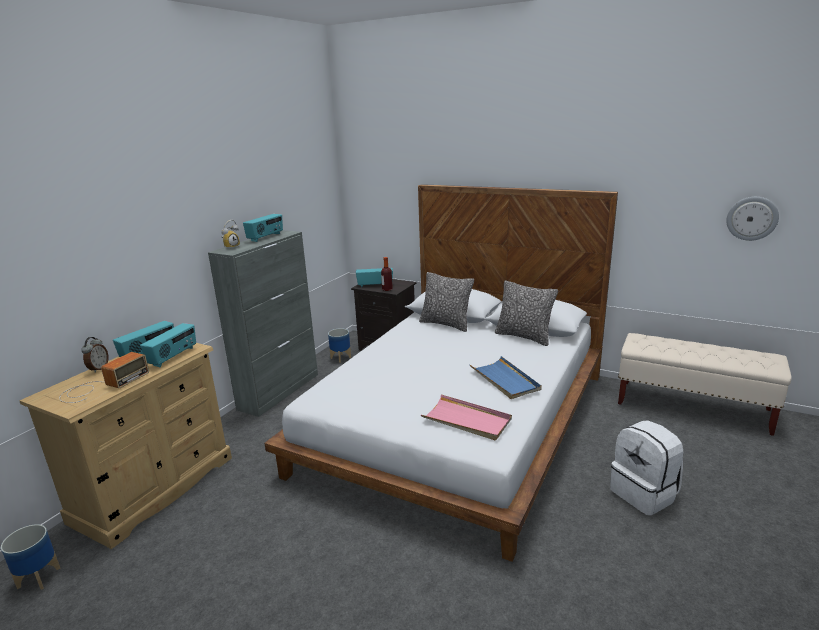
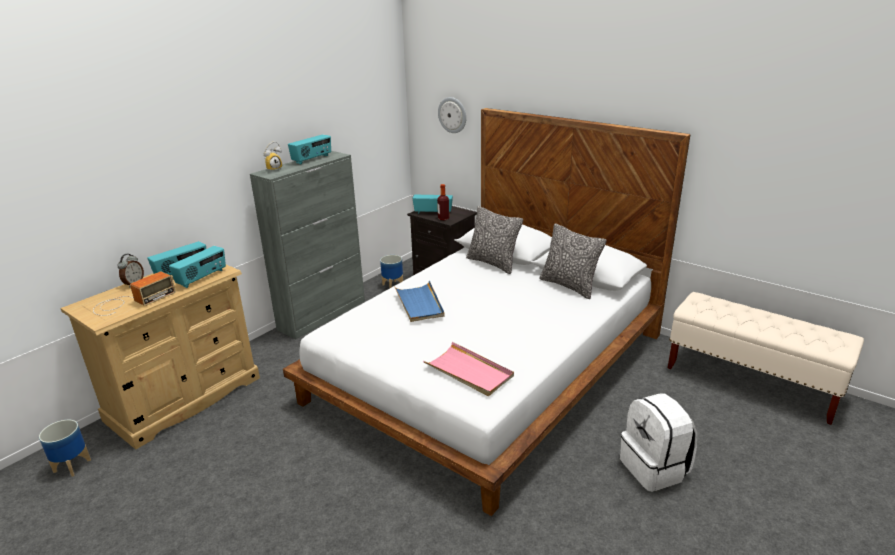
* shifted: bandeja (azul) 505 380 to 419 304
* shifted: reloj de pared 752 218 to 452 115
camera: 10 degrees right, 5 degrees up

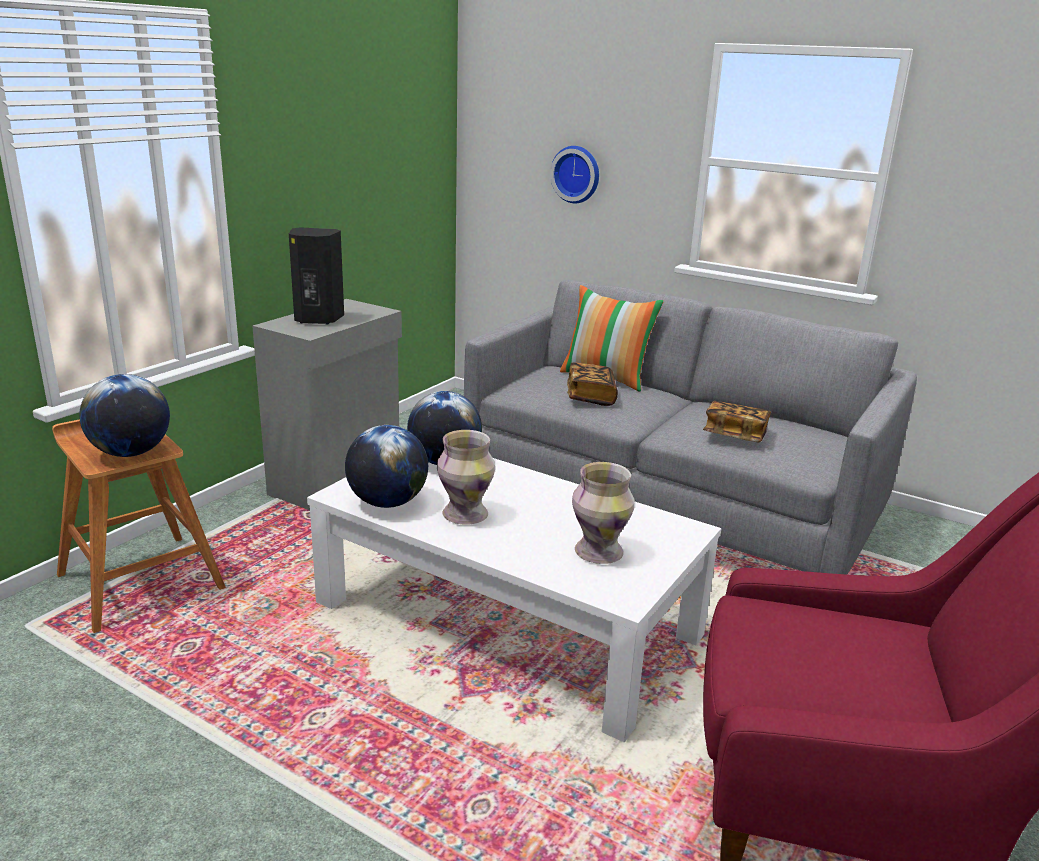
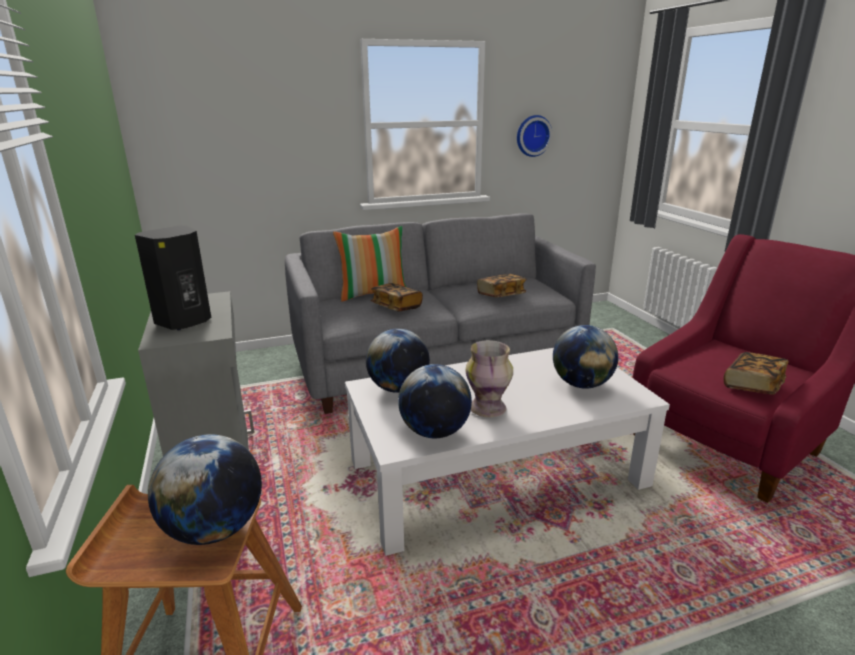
* shifted: reloj de pared 576 174 to 532 135
* swapped: florero 600 553 to globo terráqueo 581 384
* new: libro 752 385
camera: 50 degrees left, 0 degrees up

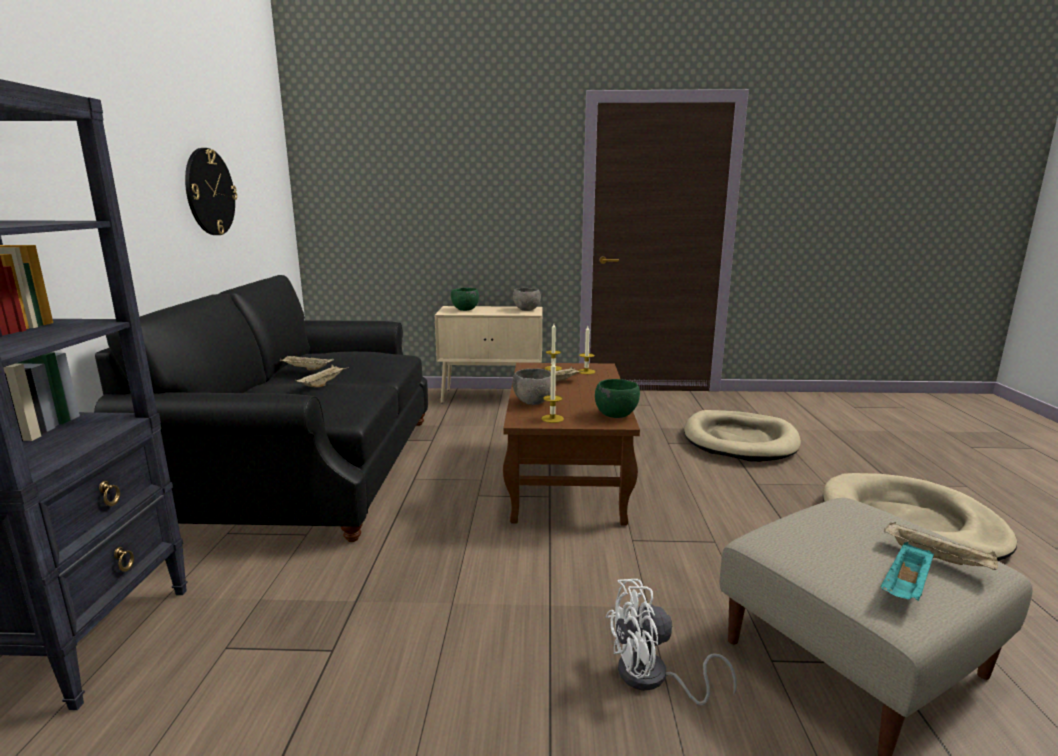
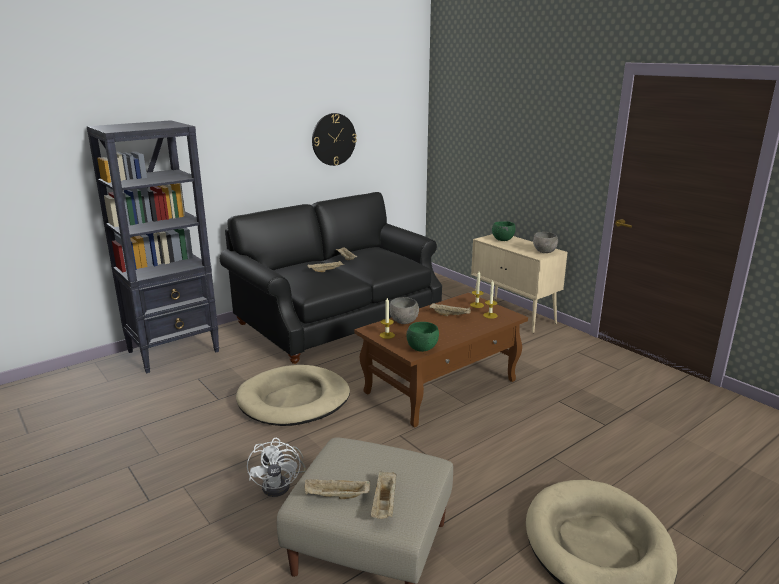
* rotated: ventilador (blanco) 652 679 = 281 484 135 degrees counterclockwise
* shifted: cama para perro (beis) 740 440 to 294 400
* repainted: bandeja (turquesa) 906 587 to bandeja (beis) 336 496
camera: 50 degrees right, 5 degrees up

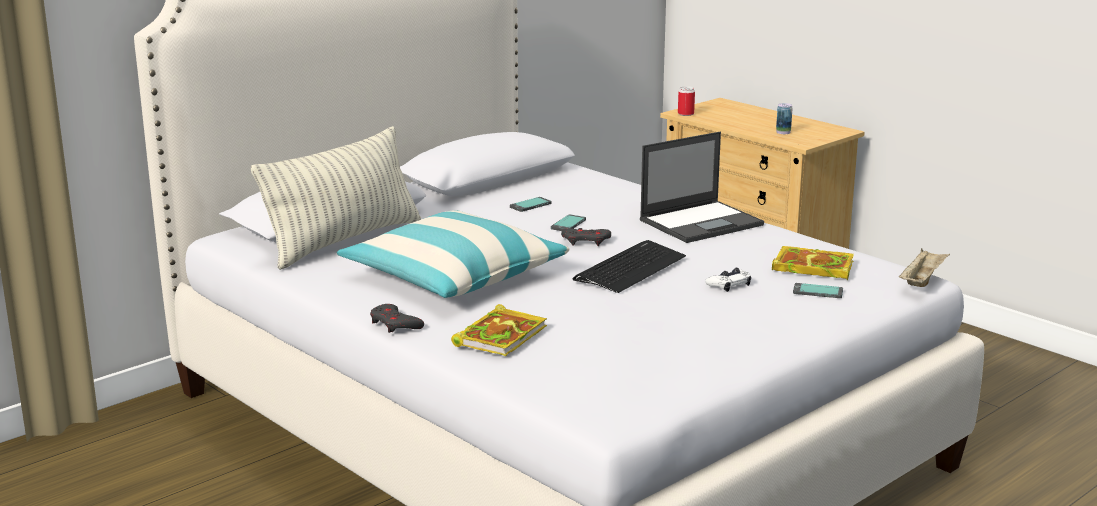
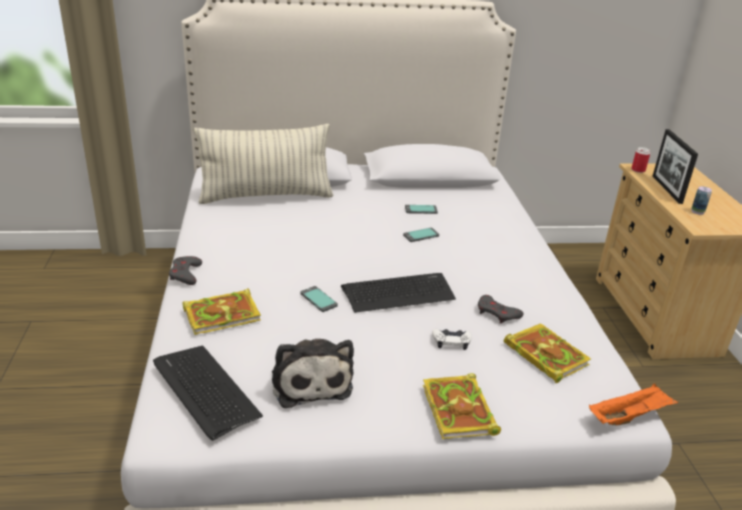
* gone: cojín 454 276
* shifted: mando de consola (gris) 586 241 to 497 313
* gone: portátil 702 222
* shifted: móvil 817 292 to 318 300
* repainted: bandeja (beis) 922 280 to bandeja (naranja) 629 416
* new: teclado 205 390
* new: peluche 310 381
* new: libro 460 411
* new: portarretratos 667 189
camera: 35 degrees right, 10 degrees up

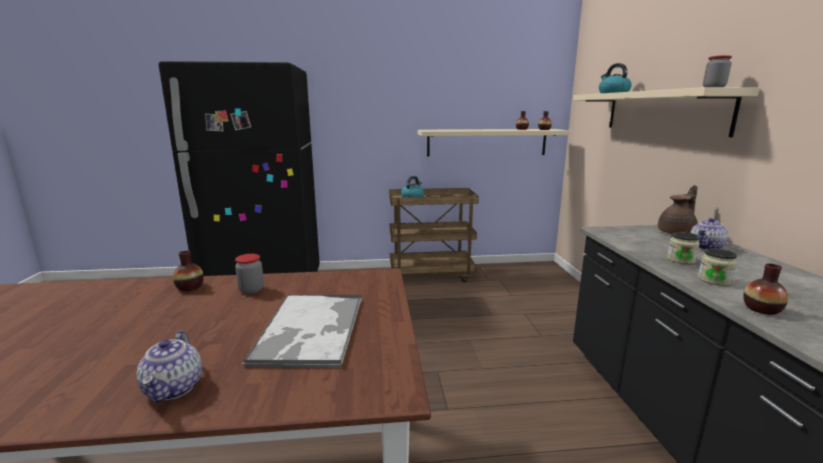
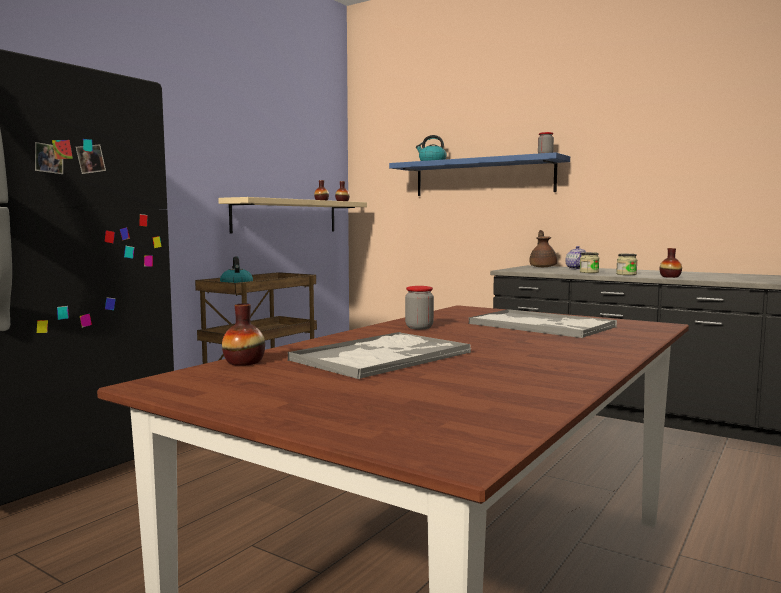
* gone: tetera 174 388
* shifted: florero 190 287 to 244 362
* repainted: estante (beis) 662 112 to estante (azul) 483 177
* new: bandeja 383 356
camera: 50 degrees left, 10 degrees down

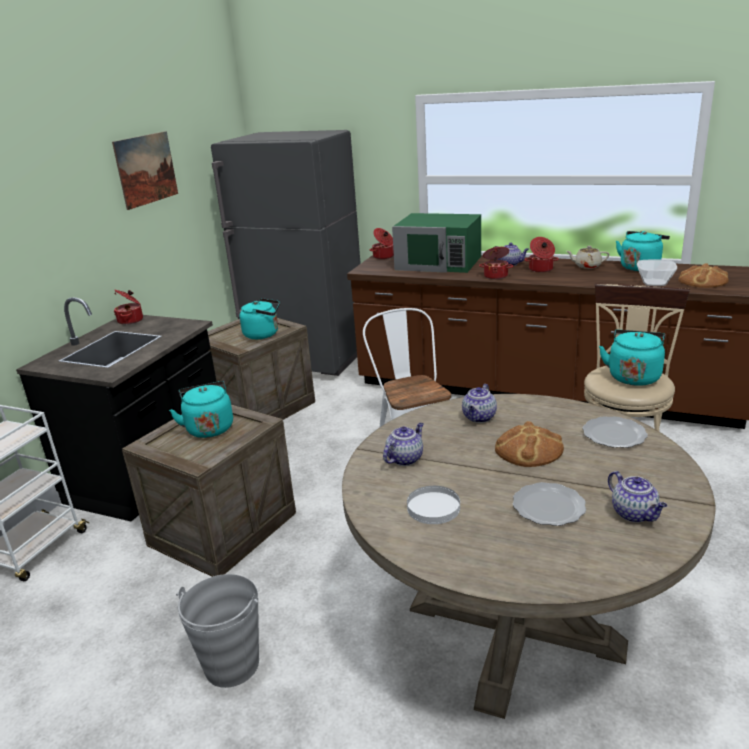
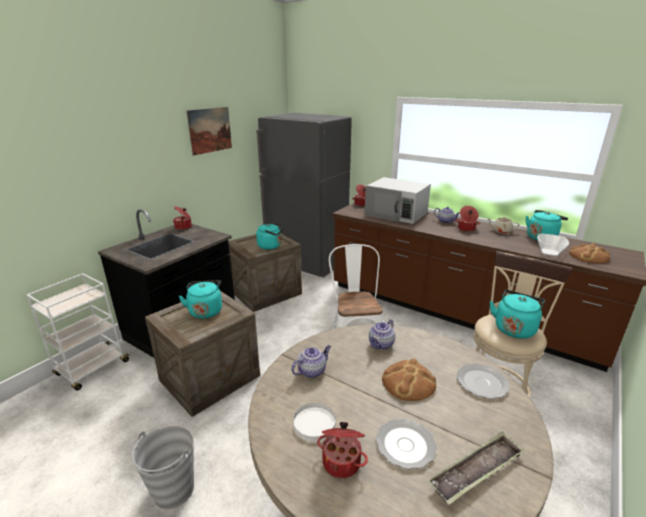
* repainted: microondas (verde) 439 263 to microondas (blanco) 396 213
* shifted: olla 496 276 to 342 461
* swapped: tetera 635 514 to bandeja 476 471
camera: 10 degrees right, 0 degrees up

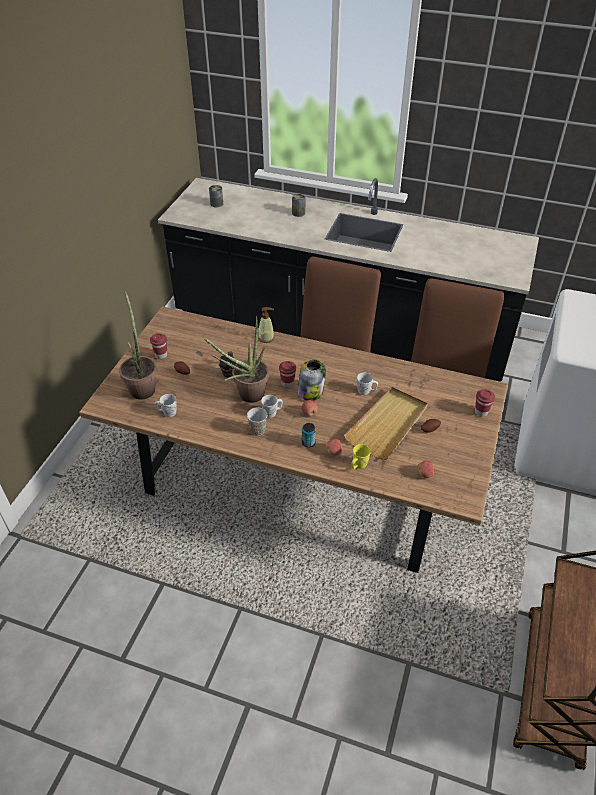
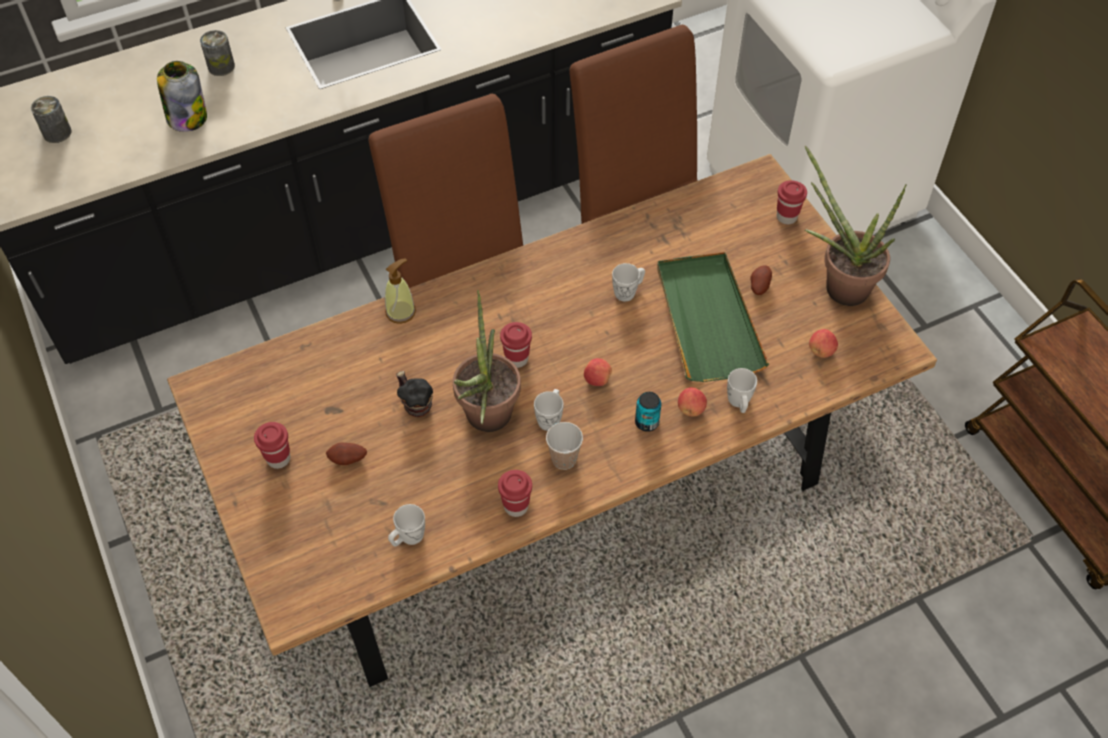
* shifted: planta en maceta 142 386 to 838 284
* shifted: tarro 311 392 to 187 117
* repainted: bandeja (beis) 387 425 to bandeja (verde) 707 319
* repainted: taza grande (amarillo) 358 465 to taza grande (blanco) 739 403
* new: taza (rojo) 516 506
camera: 45 degrees left, 10 degrees up

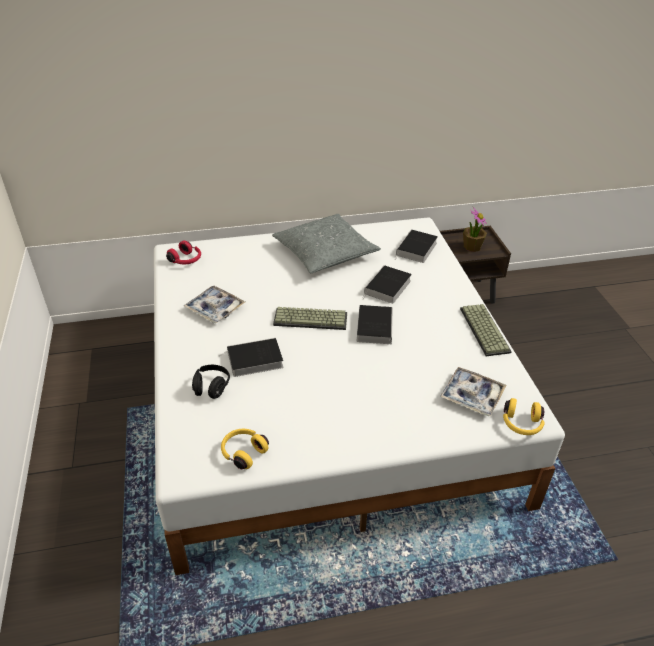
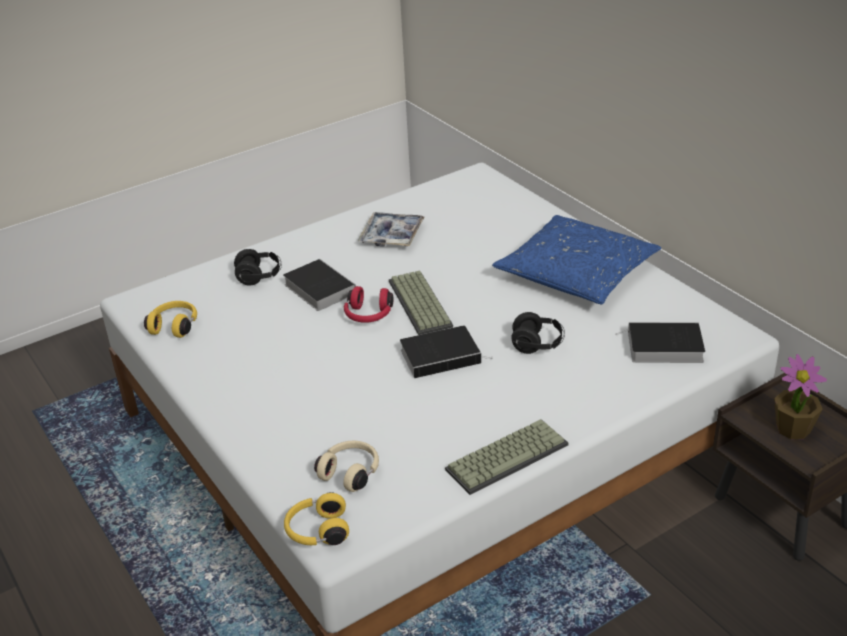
* shifted: auriculares (rojo) 186 260 to 368 315
* repainted: cojín (gris) 325 252 to cojín (azul) 576 273
* swapped: libro 387 288 to auriculares (negro) 537 345
* swapped: bandeja 472 396 to auriculares (beis) 351 472
camera: 70 degrees right, 5 degrees down

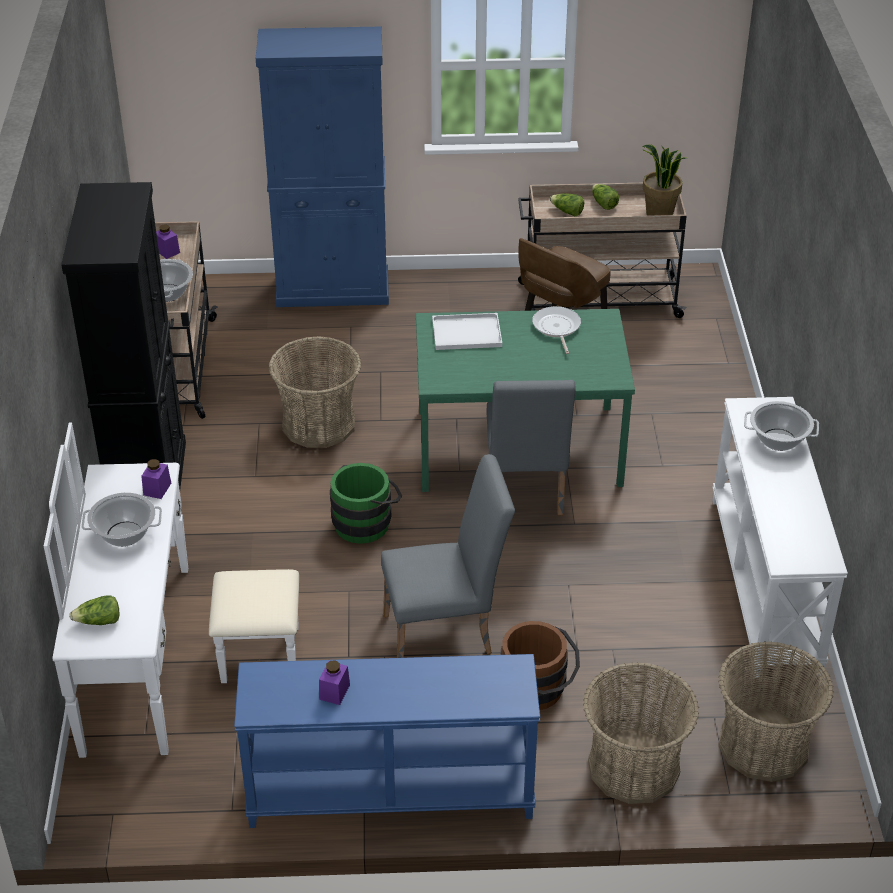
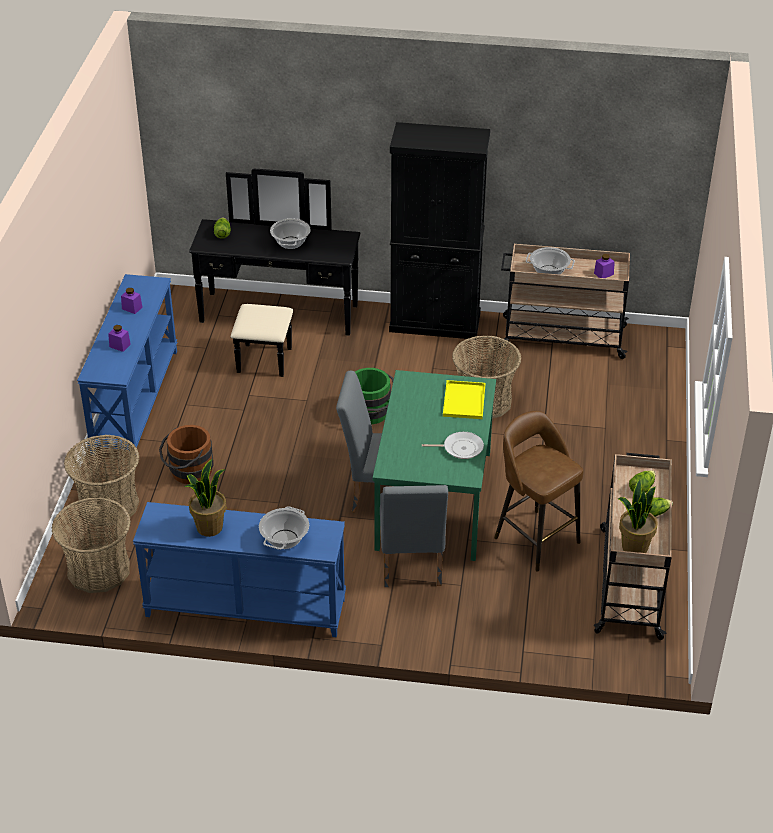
* repainted: cómoda (blanco) 165 655 to cómoda (negro) 276 324
* shifted: tarro (morado) 157 489 to 120 345
* gone: armario (azul) 333 289
* shifted: silla (gris) 446 632 to 410 566
* repainted: bandeja (blanco) 468 332 to bandeja (amarillo) 464 401
* repainted: mesa consola (blanco) 766 583 to mesa consola (azul) 244 608
* new: planta en maceta 209 527
camera: 100 degrees right, 0 degrees up

